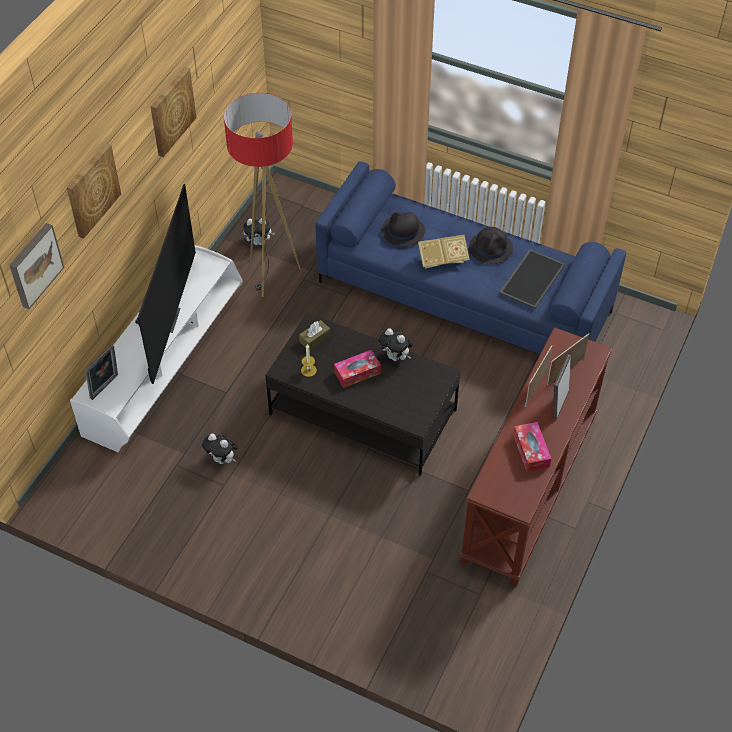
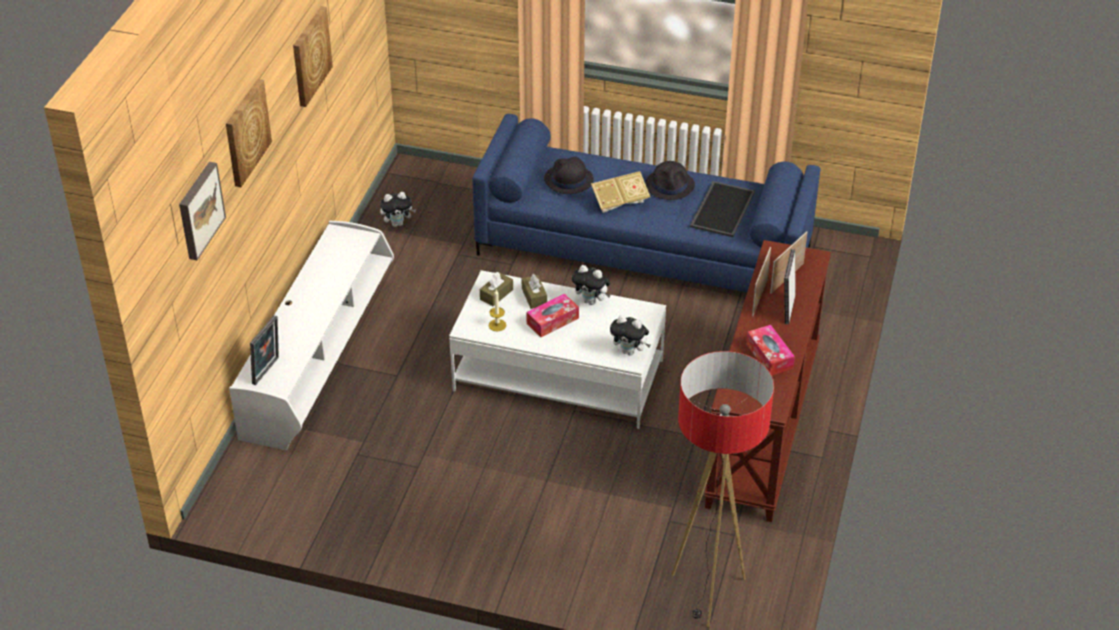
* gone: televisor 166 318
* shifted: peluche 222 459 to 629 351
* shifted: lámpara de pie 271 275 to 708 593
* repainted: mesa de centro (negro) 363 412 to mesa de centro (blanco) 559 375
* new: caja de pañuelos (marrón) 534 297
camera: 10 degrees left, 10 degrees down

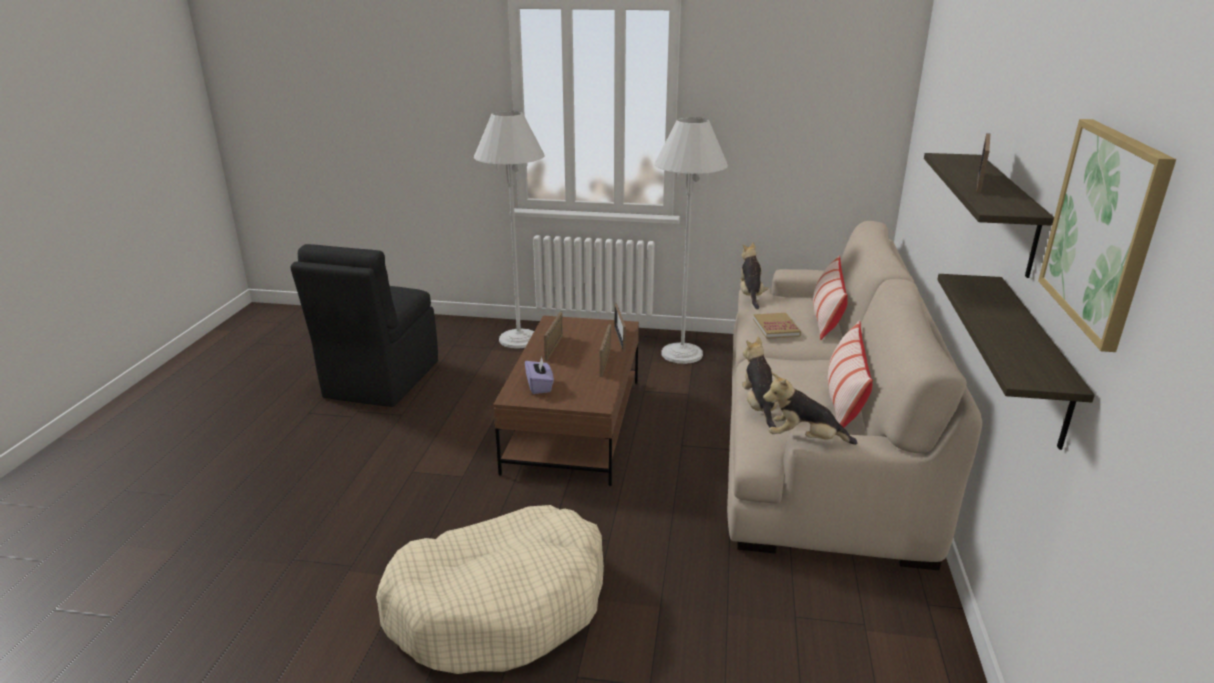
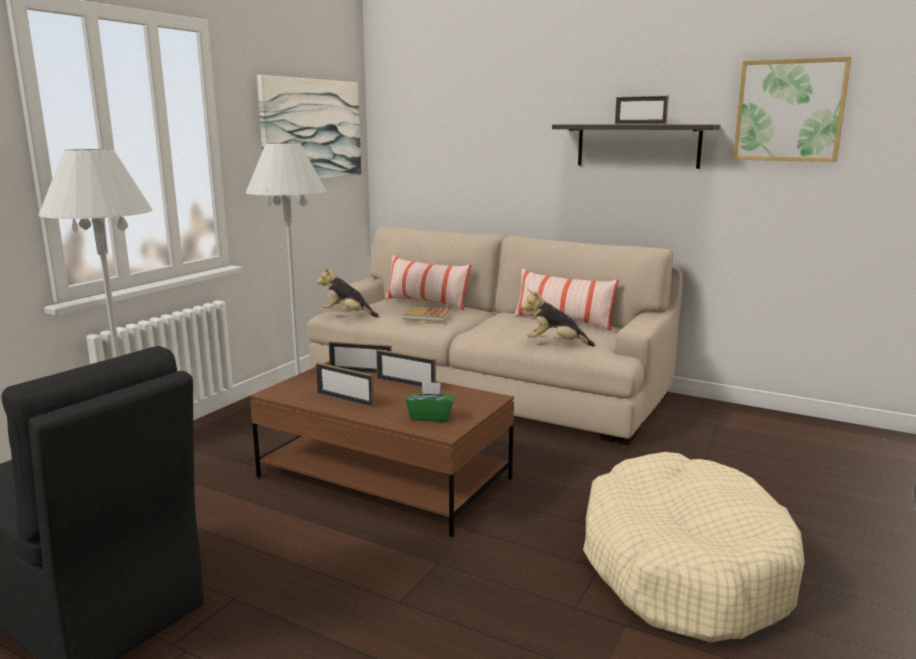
* repainted: caja de pañuelos (morado) 539 386 to caja de pañuelos (verde) 430 417
* gone: peluche 804 439
* gone: estante 1032 359
* new: cuadro 311 129
camera: 70 degrees left, 10 degrees down

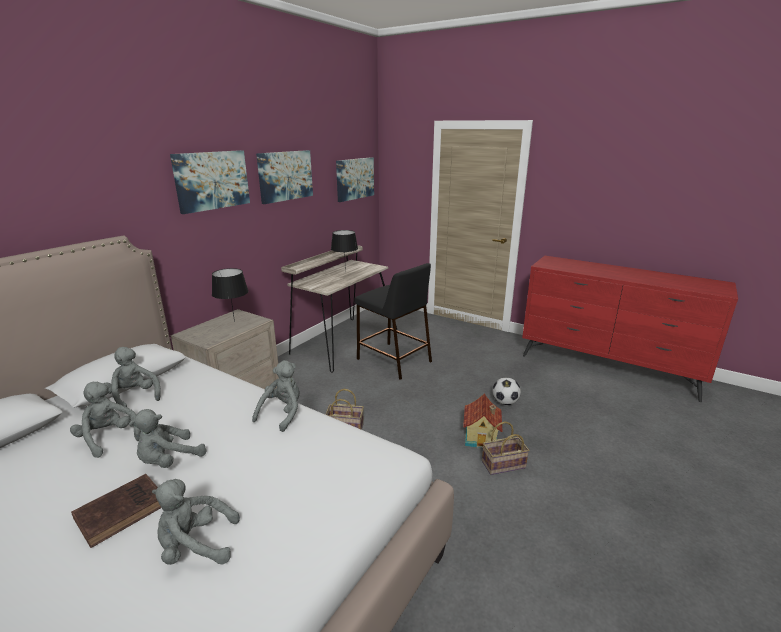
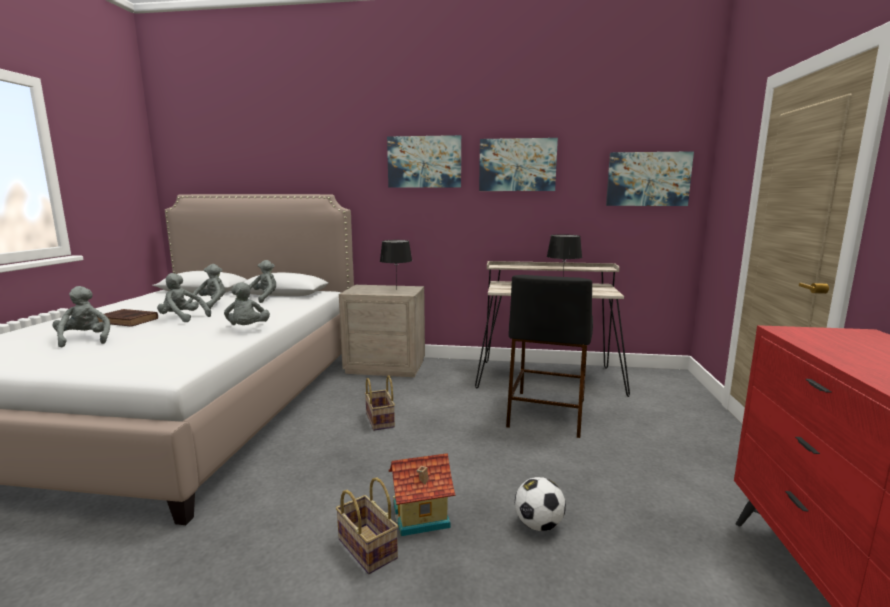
* rotated: peluche (gris) 282 413 = 248 329 75 degrees clockwise
camera: 65 degrees right, 10 degrees down

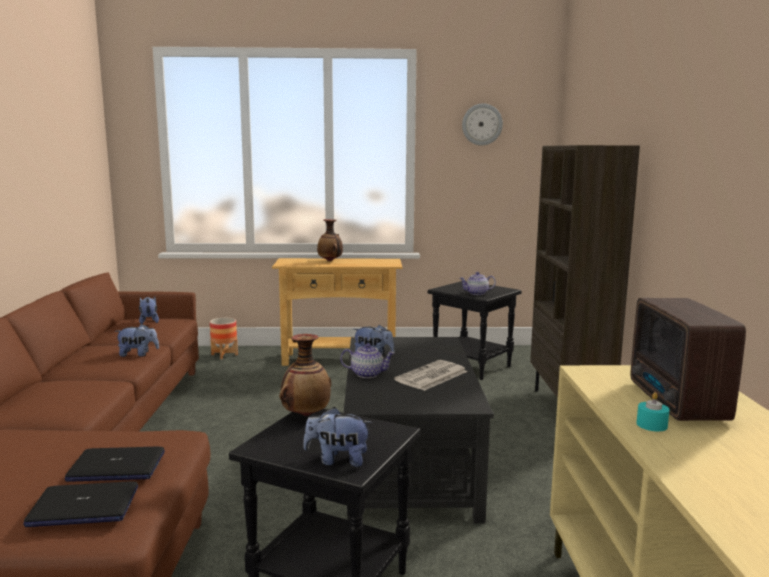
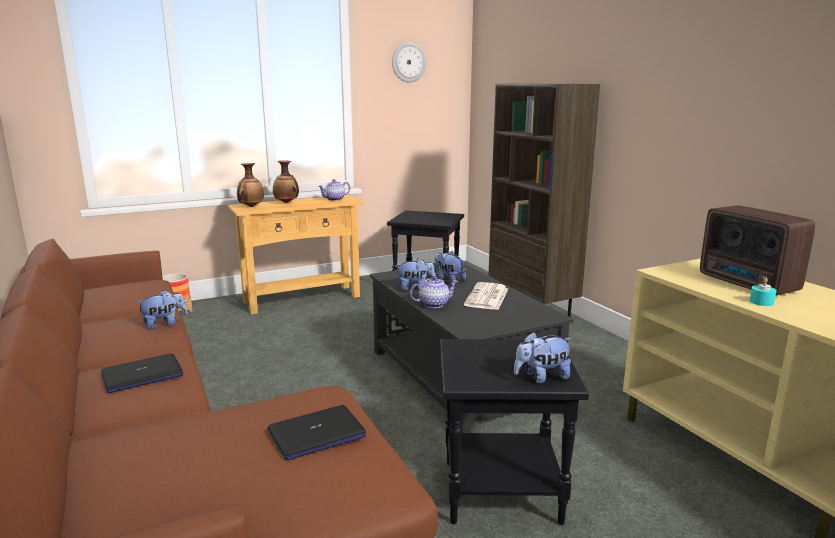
* shifted: portátil 83 507 to 142 375
* shifted: peluche 149 321 to 448 280
* shifted: florero 306 414 to 251 207
* shifted: tetera 476 293 to 334 199
camera: 25 degrees left, 5 degrees up

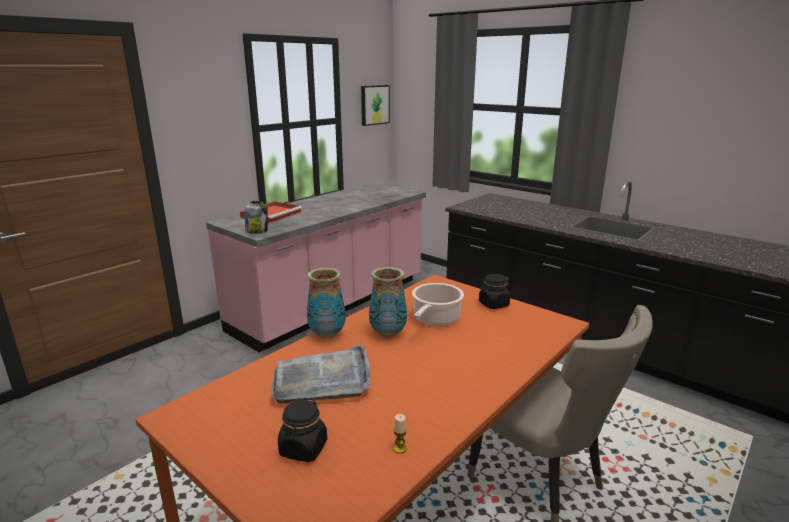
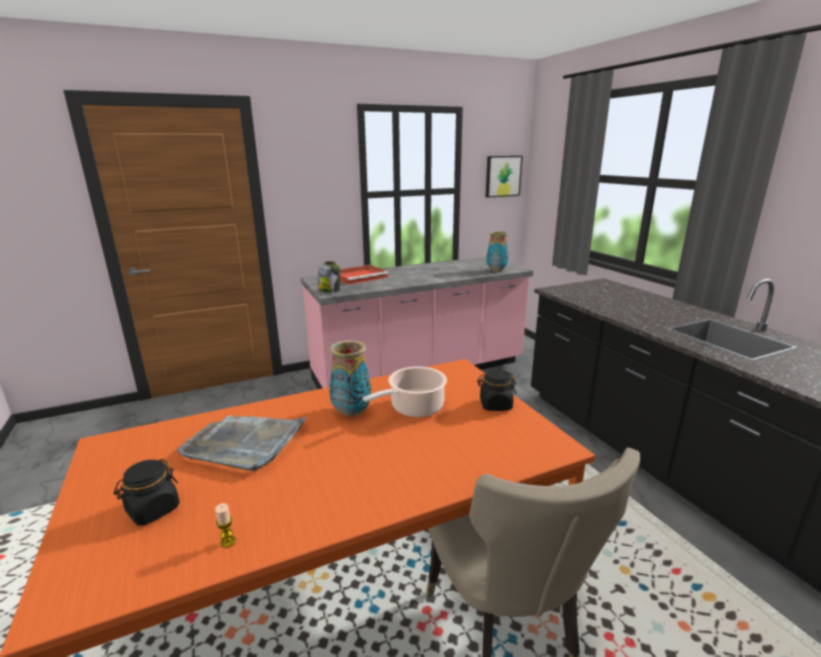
* shifted: florero 327 334 to 496 270
camera: 25 degrees right, 0 degrees up

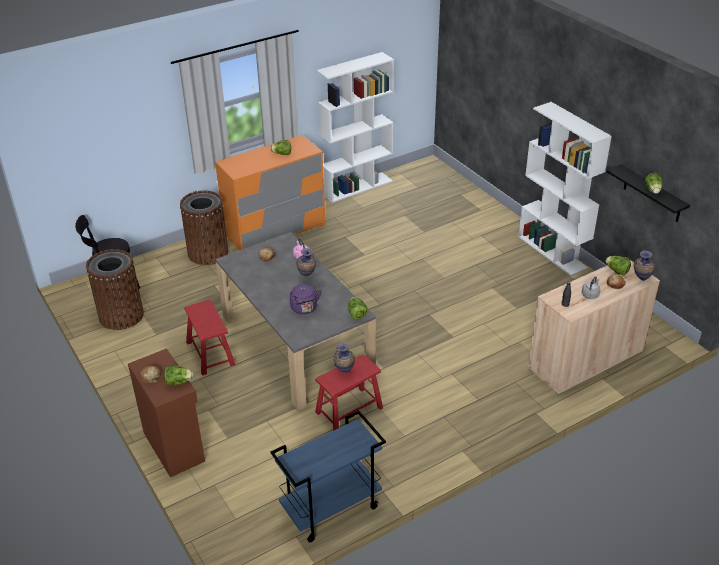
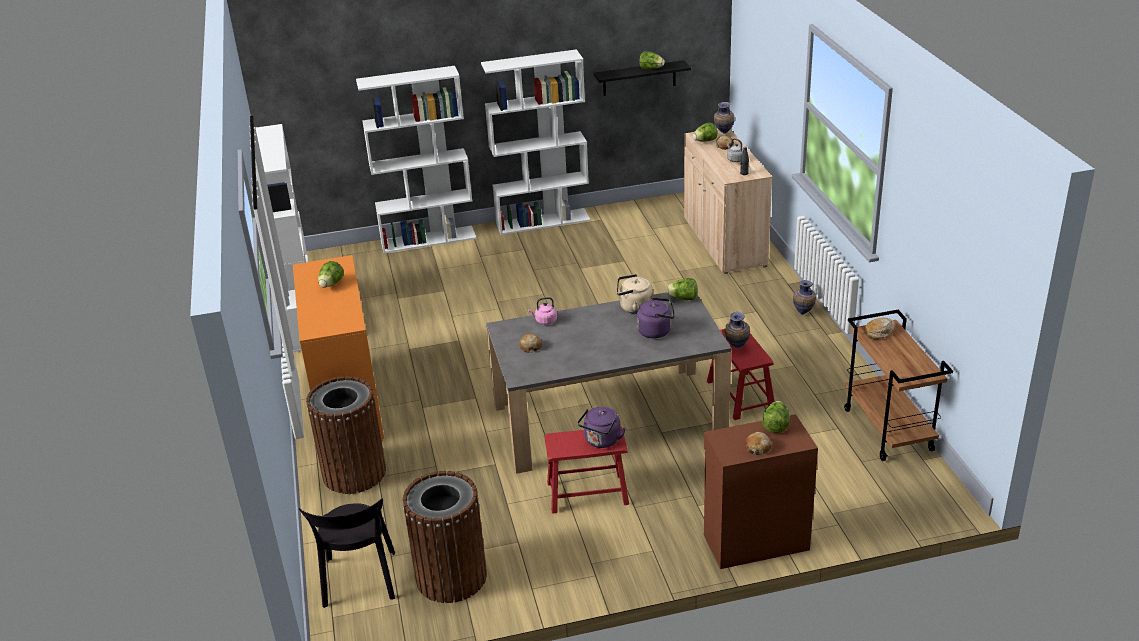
* repainted: carrito (azul) 331 509 to carrito (marrón) 889 430
* shifted: florero 307 276 to 803 313
* new: estantería (blanco) 429 239
* new: hervidor (morado) 601 441
* new: hervidor (beis) 633 307
* new: pan 879 332
camera: 70 degrees left, 5 degrees down

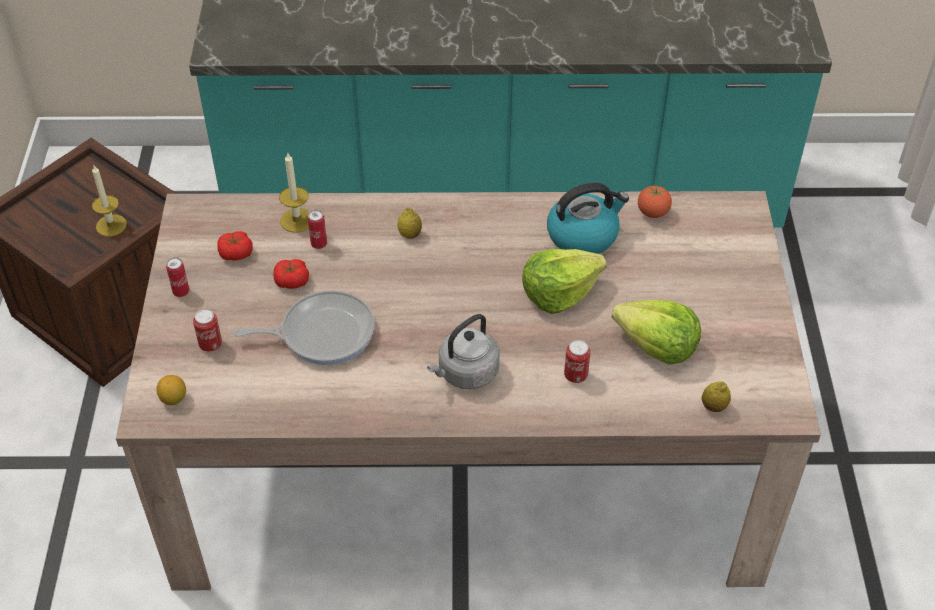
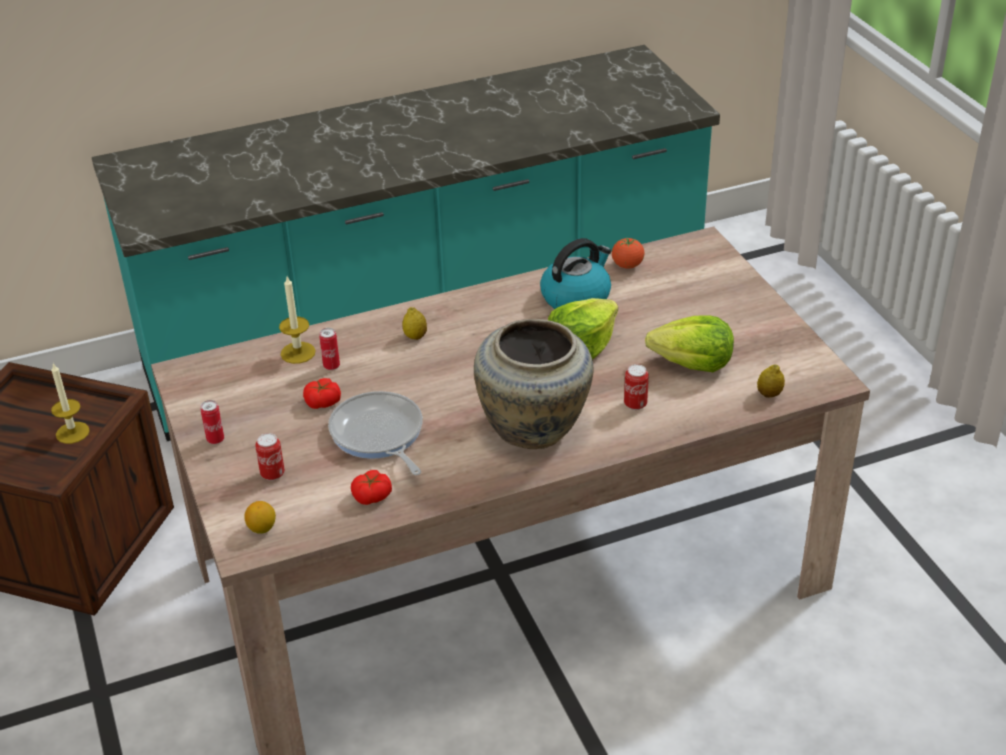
* shifted: tomate 236 253 to 372 496
* rotated: sartén 322 333 = 378 435 90 degrees counterclockwise
* swapped: hervidor (gris) 466 373 to florero (beis) 534 430
camera: 20 degrees left, 10 degrees down

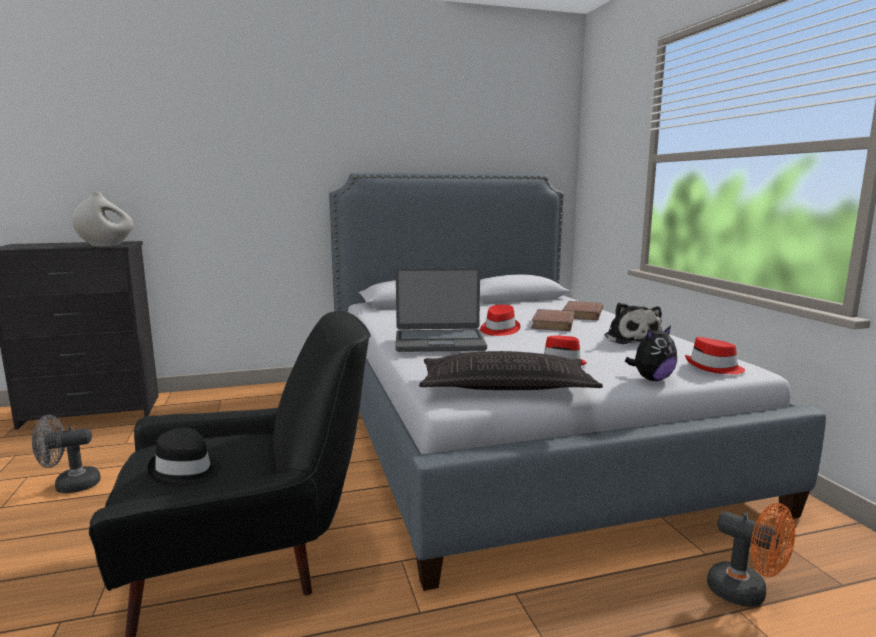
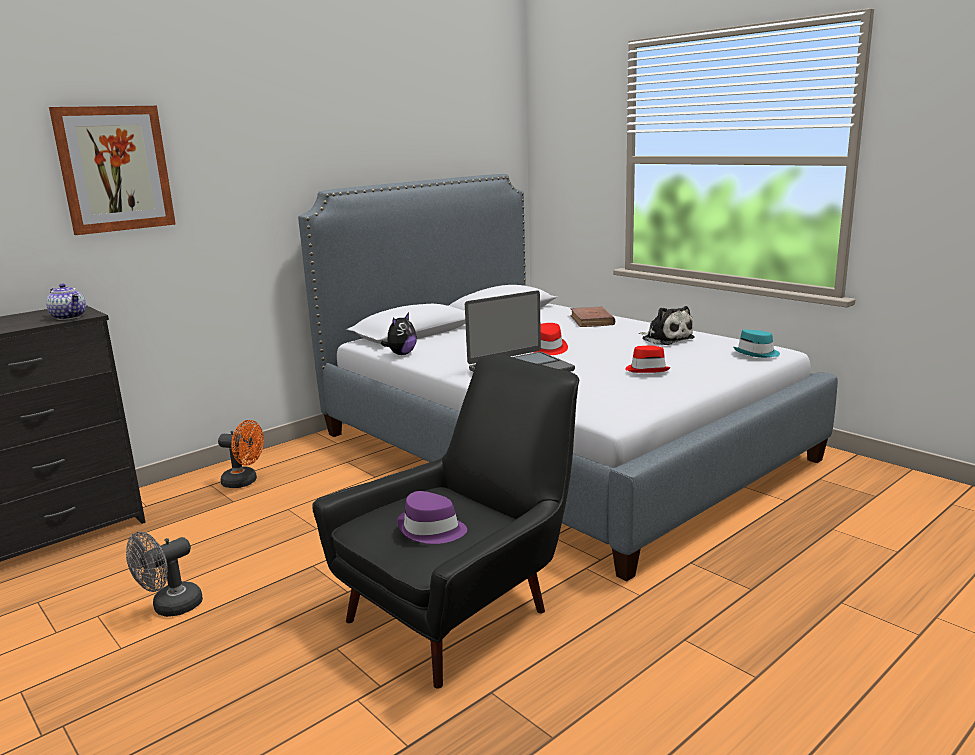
* swapped: florero (blanco) 106 245 to tetera 70 317
* repainted: sombrero (negro) 185 470 to sombrero (morado) 431 530
* gone: cojín 506 386
* gone: libro (marrón) 553 324
* shifted: peluche 651 379 to 401 354
* repainted: sombrero (rojo) 714 368 to sombrero (turquesa) 757 353
* shifted: ventilador (naranja) 746 593 to 245 482
* new: cuadro 114 169
camera: 25 degrees left, 5 degrees up

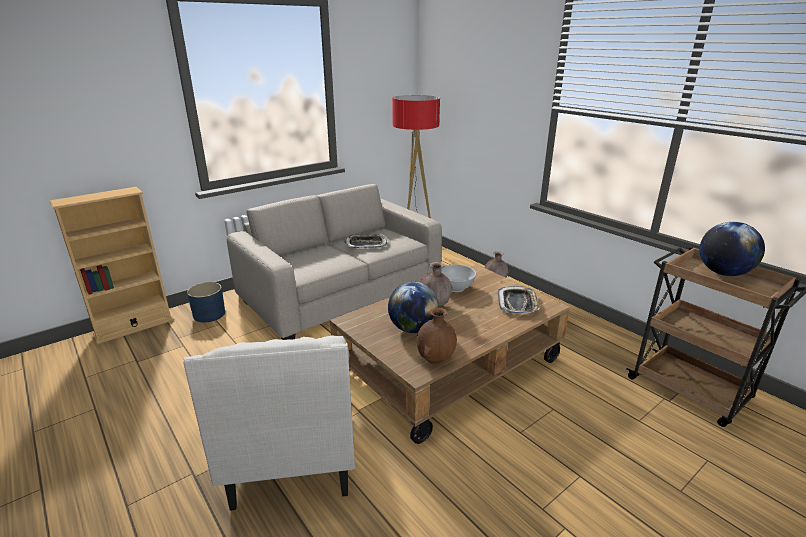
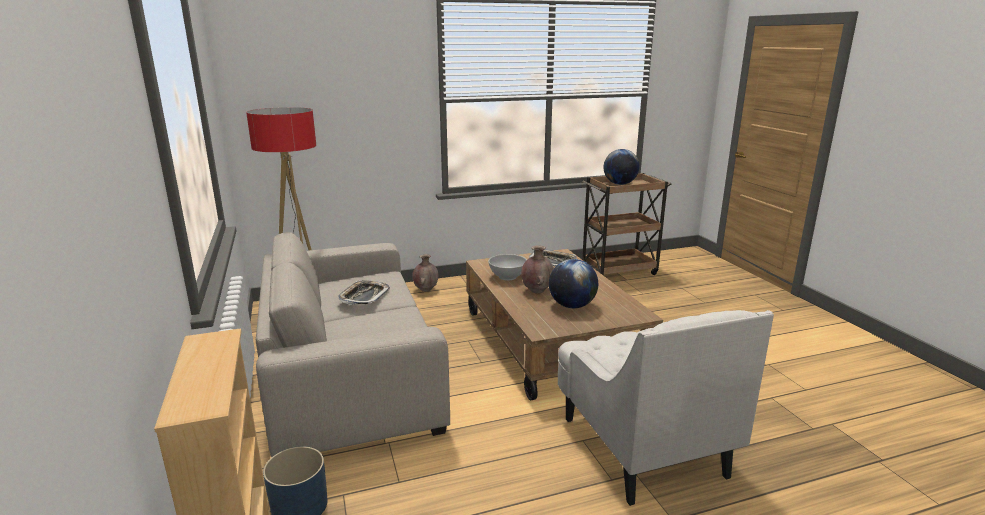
* rotated: sillón (blanco) 293 448 = 641 445 60 degrees clockwise
* gone: florero (marrón) 435 360
camera: 70 degrees left, 5 degrees down

